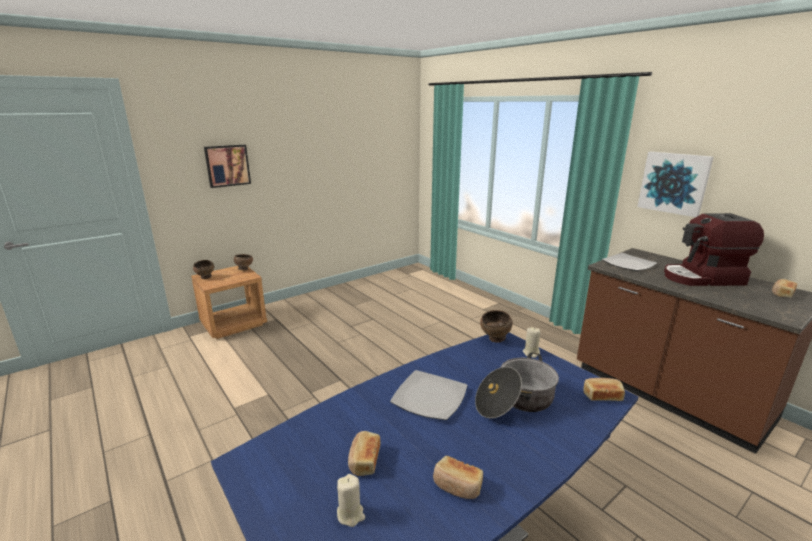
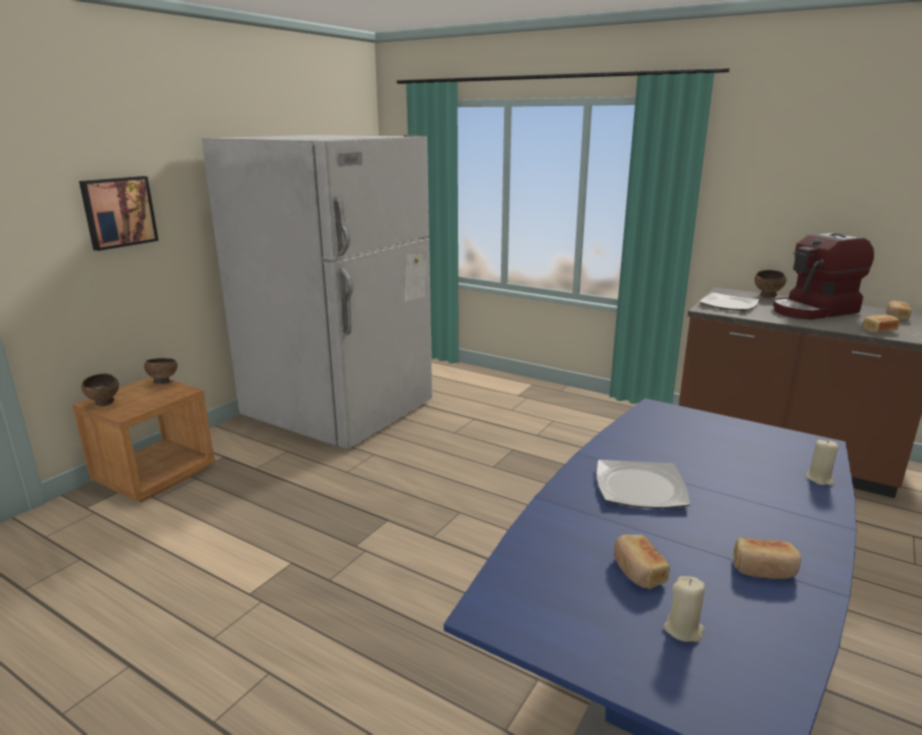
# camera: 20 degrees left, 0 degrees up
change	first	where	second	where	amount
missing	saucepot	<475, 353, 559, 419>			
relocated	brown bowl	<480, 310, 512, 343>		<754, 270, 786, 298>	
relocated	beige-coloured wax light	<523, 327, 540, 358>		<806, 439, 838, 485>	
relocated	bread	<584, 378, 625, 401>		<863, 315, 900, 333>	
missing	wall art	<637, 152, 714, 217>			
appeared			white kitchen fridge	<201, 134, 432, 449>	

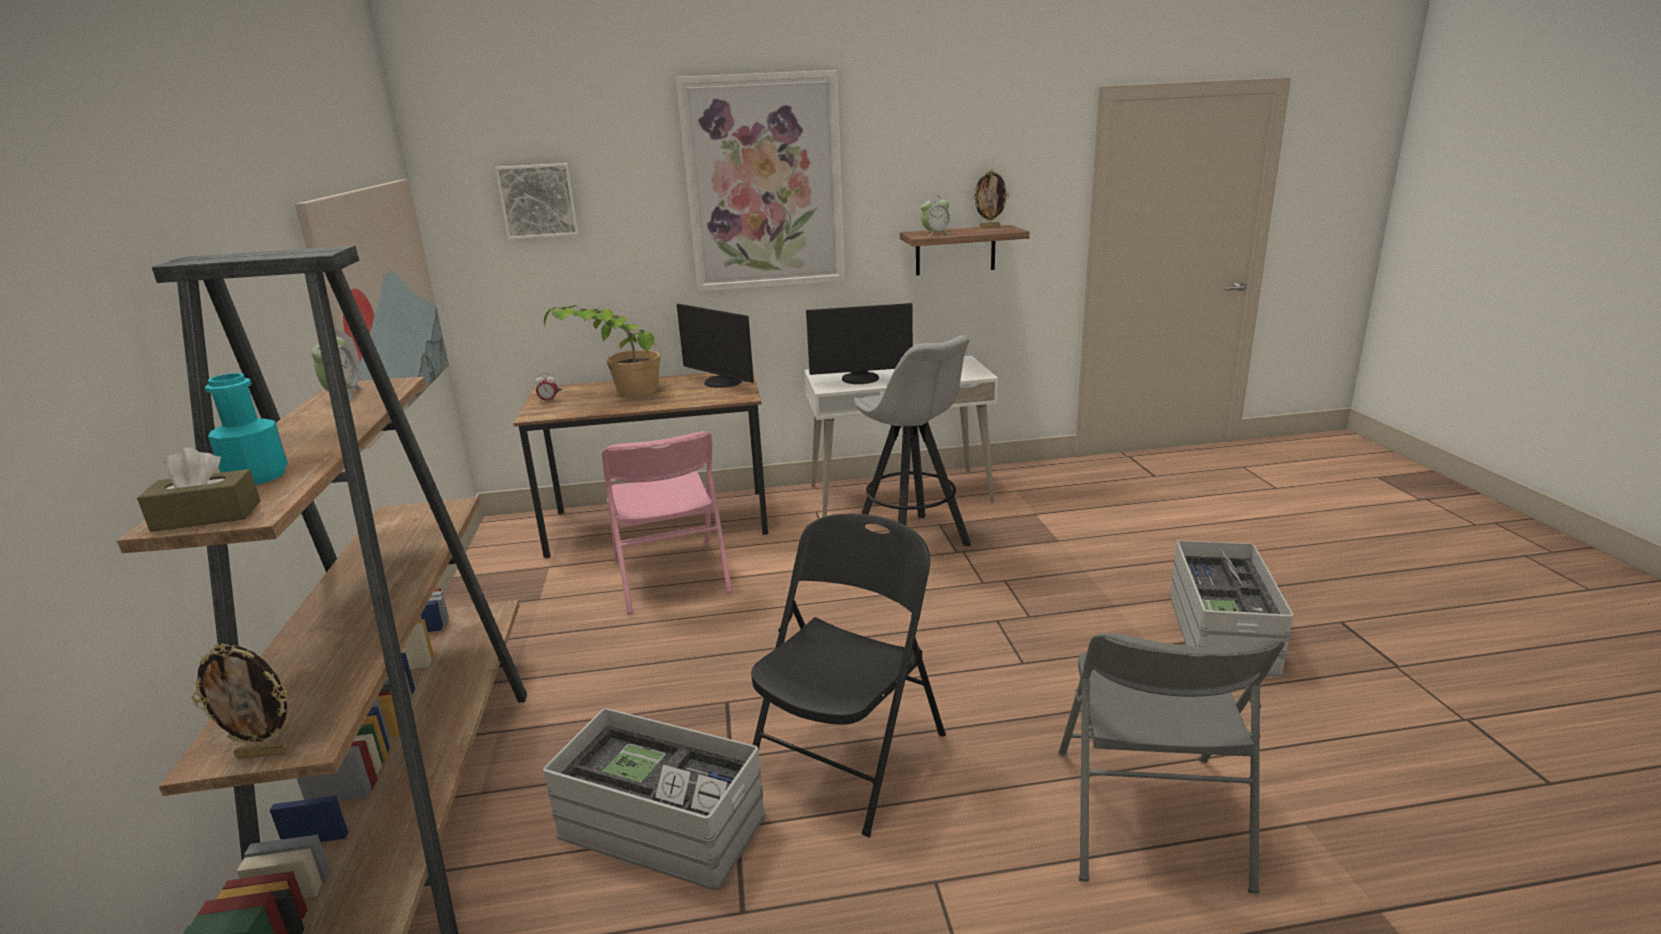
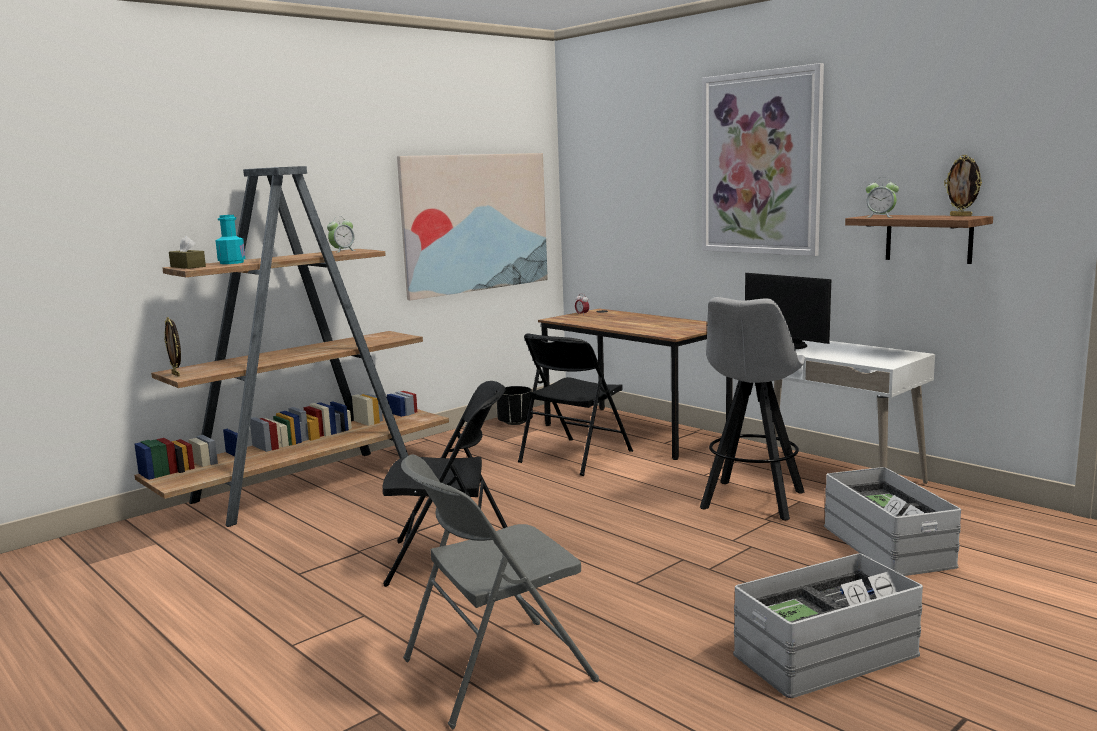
# camera: 55 degrees right, 10 degrees down
change	first	where	second	where	amount
missing	wall art	<495, 163, 579, 240>			
relocated	greyish storage box	<543, 708, 766, 890>		<824, 467, 961, 576>	
missing	plant in a pot	<544, 305, 660, 398>			
colour	pinkish chair	<602, 431, 733, 614>	black chair	<518, 334, 633, 476>	
missing	monitor	<677, 304, 754, 388>			
appeared			black plant pot	<496, 386, 533, 425>	

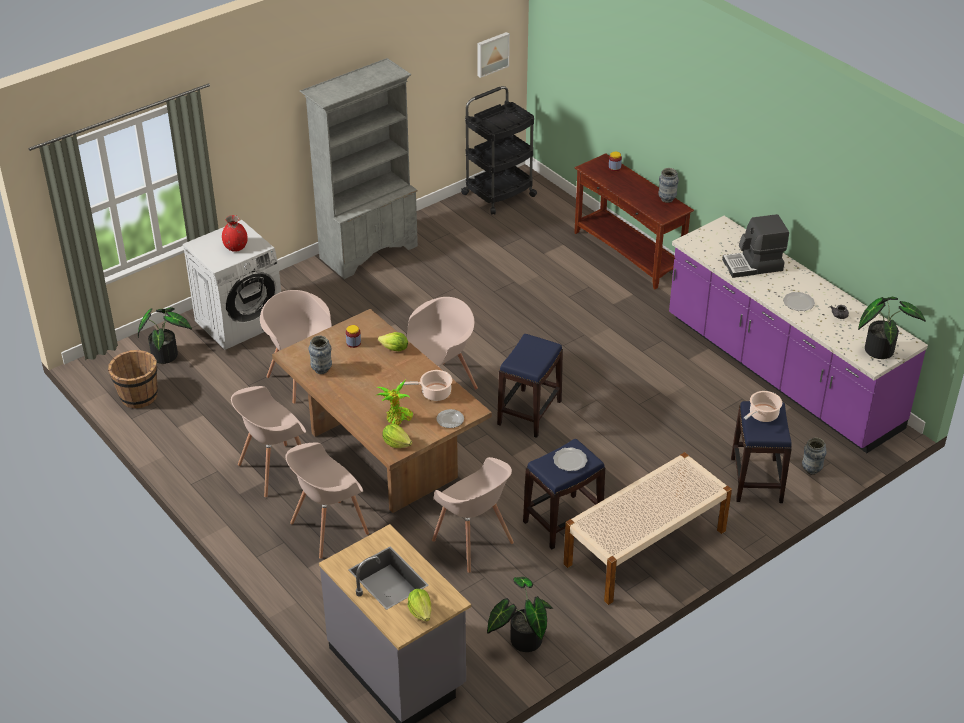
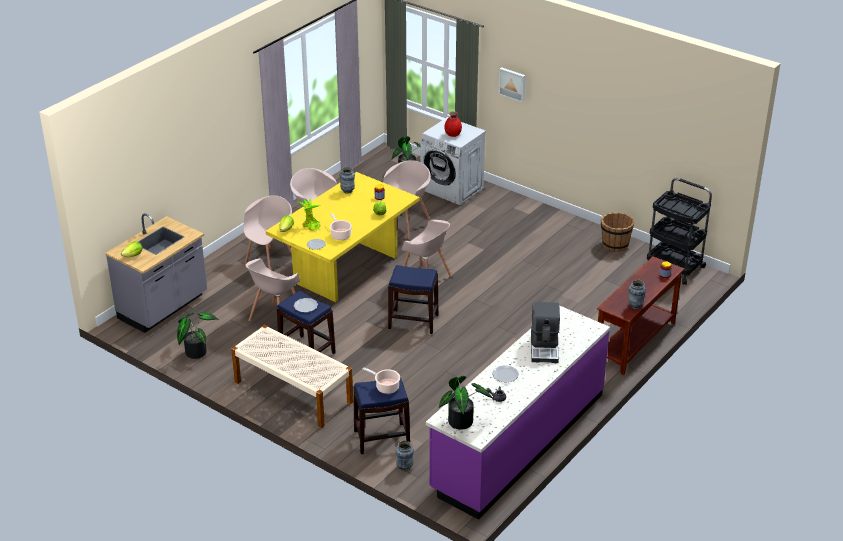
# camera: 75 degrees right, 5 degrees down
change	first	where	second	where	amount
relocated	brown pail	<108, 350, 158, 408>		<601, 212, 634, 252>	
colour	brown kitchen table	<272, 309, 492, 513>	yellow-coloured kitchen table	<266, 172, 419, 302>	
spun	beige-coloured chair	<285, 442, 369, 559>		<244, 196, 292, 270>	90 degrees clockwise
missing	greyish bookshelf	<300, 58, 418, 279>			
relocated	wall art	<478, 32, 510, 78>		<499, 67, 526, 102>	
spun	coffee machine	<722, 214, 789, 278>		<531, 302, 560, 363>	150 degrees counterclockwise

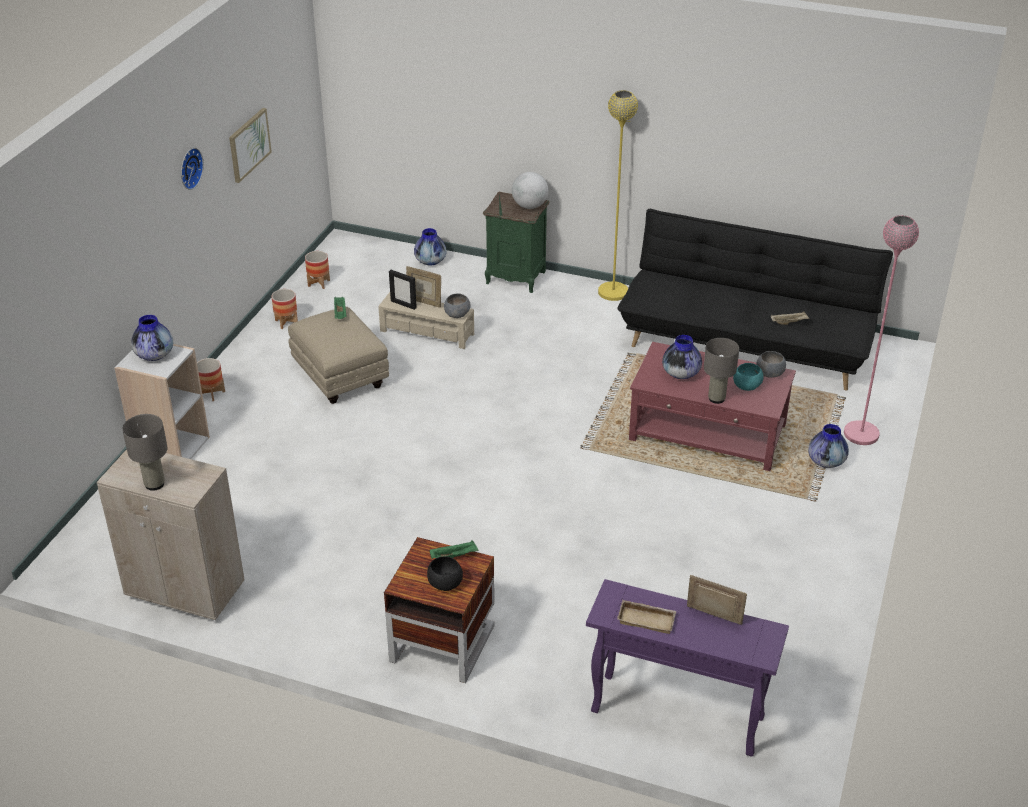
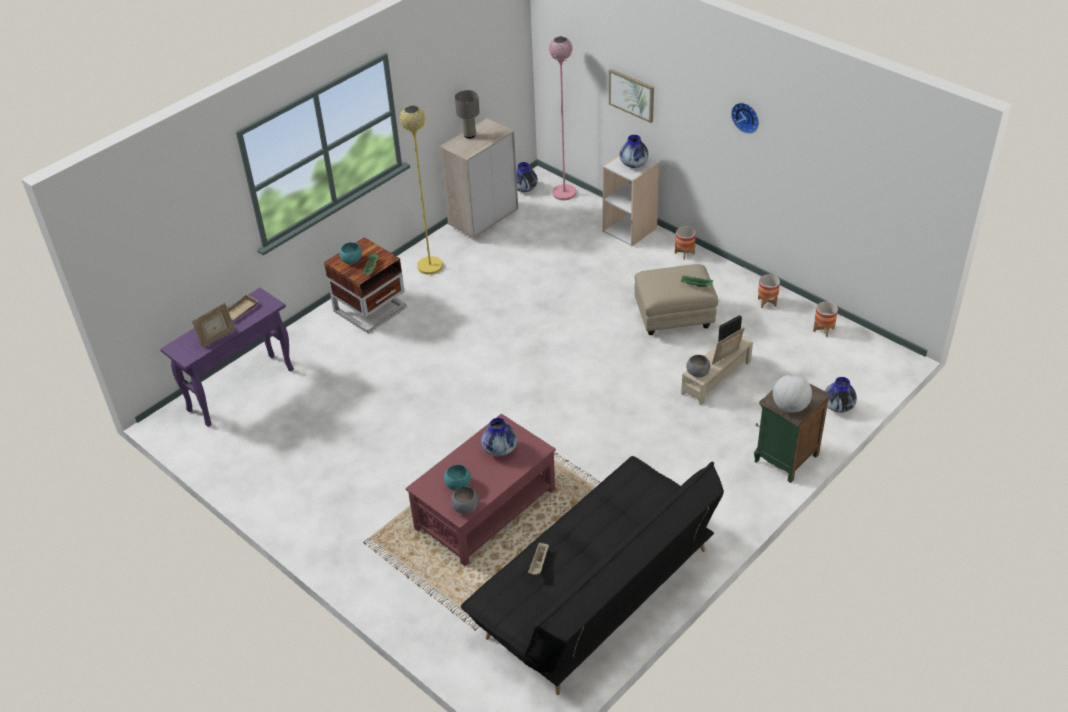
# camera: 115 degrees right, 5 degrees up
change	first	where	second	where	amount
relocated	wall art	<229, 108, 272, 183>		<609, 69, 654, 123>	
colour	black bowl	<427, 556, 463, 591>	turquoise bowl	<340, 242, 362, 264>	
relocated	yellow-coloured floor lamp	<598, 90, 638, 301>		<400, 105, 443, 275>	
missing	greyish tabletop lamp	<704, 338, 739, 404>			
relocated	flower vase	<808, 424, 849, 468>		<516, 162, 538, 192>	
relocated	pinkish floor lamp	<844, 215, 919, 445>		<549, 36, 576, 200>	

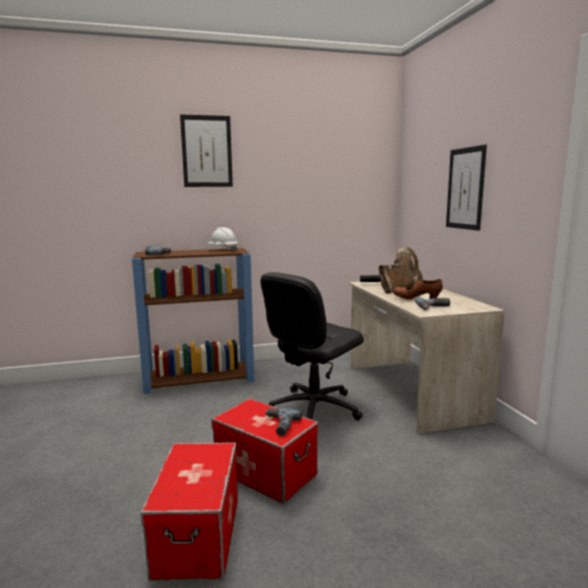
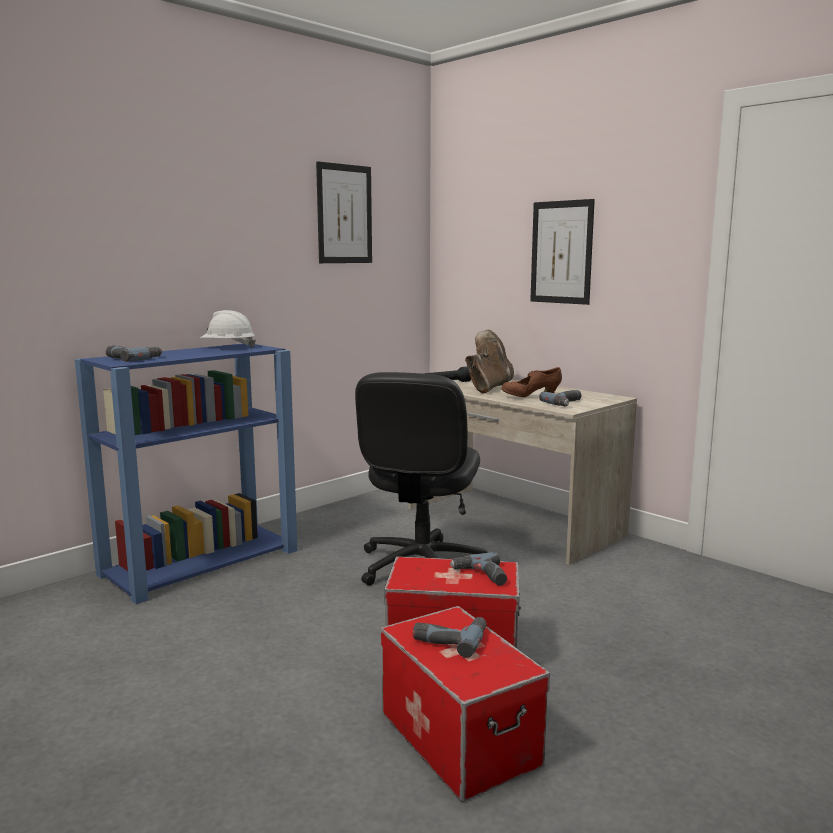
# camera: 30 degrees left, 0 degrees up
change	first	where	second	where	amount
colour	brown bookshelf	<132, 248, 254, 394>	bluish bookshelf	<75, 343, 298, 605>	
relocated	wall art	<180, 114, 233, 187>		<316, 161, 372, 263>	
appeared			electric drill	<413, 617, 487, 658>	

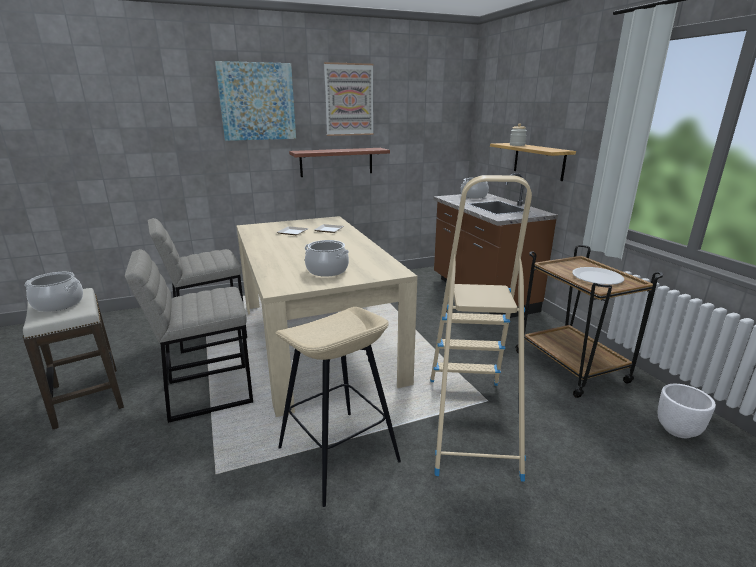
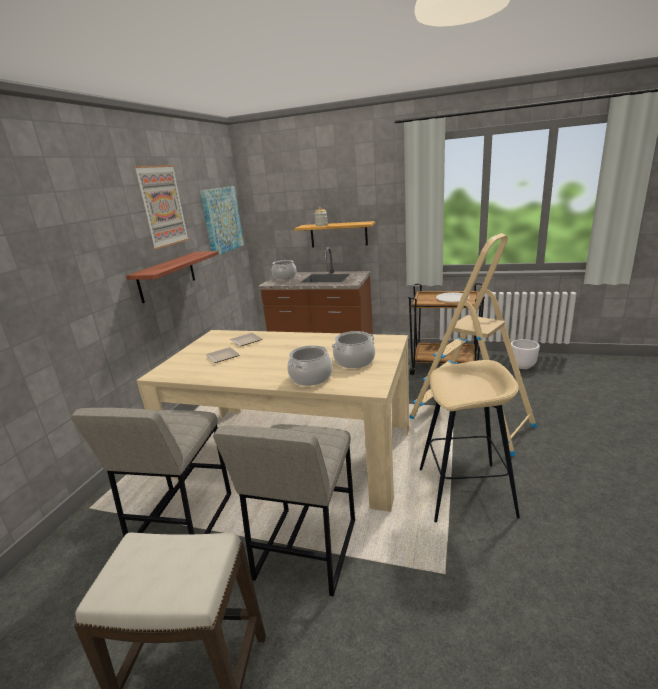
# camera: 50 degrees left, 0 degrees up
change	first	where	second	where	amount
relocated	saucepot	<25, 272, 83, 312>		<287, 345, 333, 386>	
relocated	wall art	<215, 61, 296, 141>		<200, 186, 244, 256>	

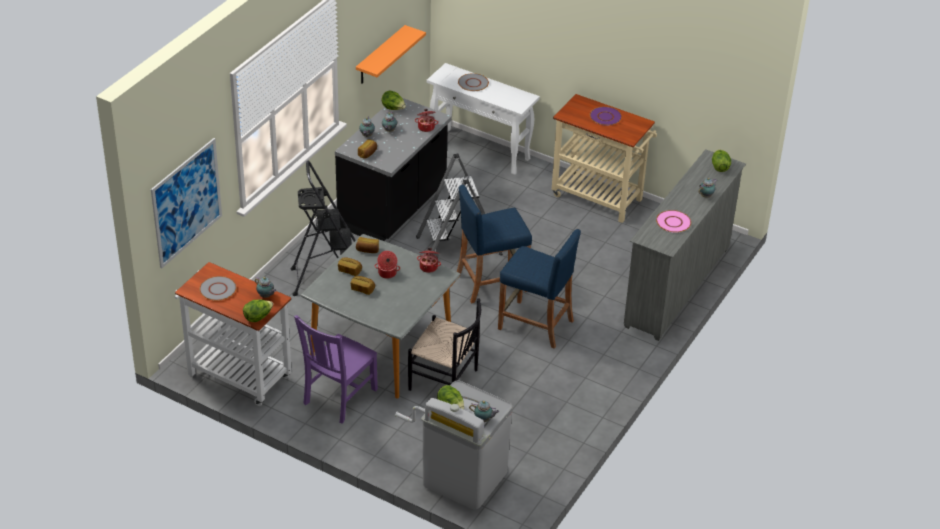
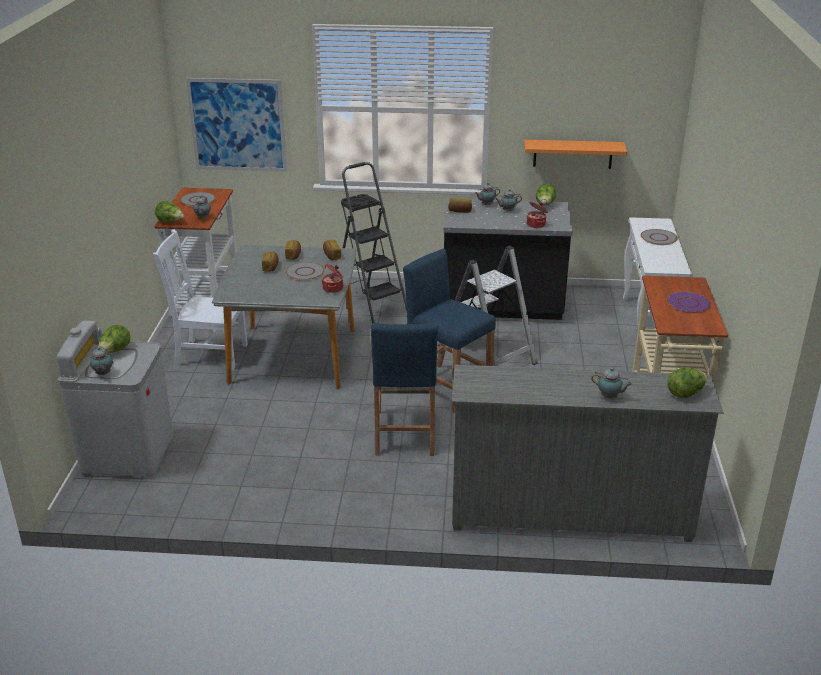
# camera: 65 degrees right, 10 degrees down
change	first	where	second	where	amount
colour	purple-coloured chair	<294, 315, 378, 424>	white chair	<153, 229, 248, 370>	
exchanged	saucepot	<375, 251, 400, 279>	greyish dinner plate	<286, 262, 324, 280>	
missing	black chair	<408, 298, 481, 391>			
missing	pinkish dinner plate	<656, 210, 691, 233>			

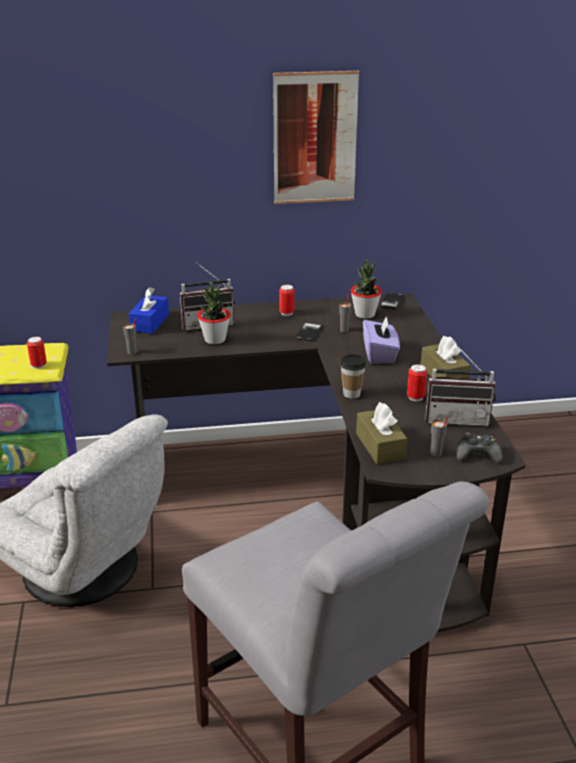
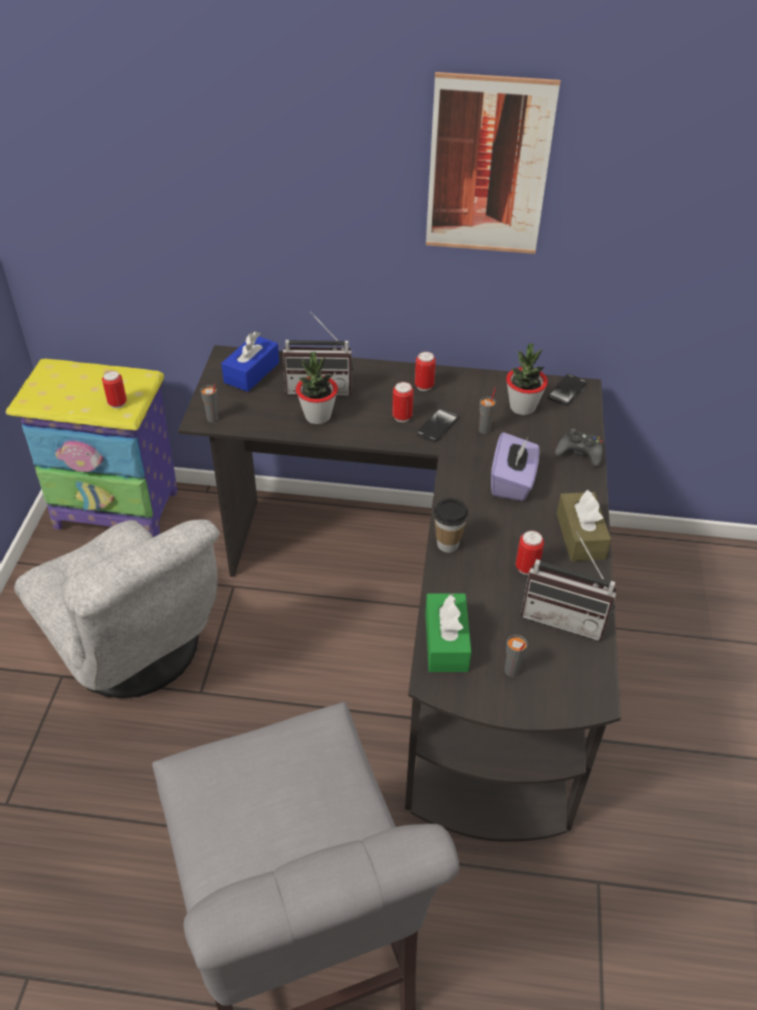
# camera: 15 degrees right, 15 degrees up
change	first	where	second	where	amount
colour	brown tissue box	<356, 402, 407, 464>	green tissue box	<425, 593, 472, 672>	
relocated	black joypad	<457, 432, 503, 463>		<555, 428, 603, 467>	
appeared			metal can	<392, 382, 414, 422>	

